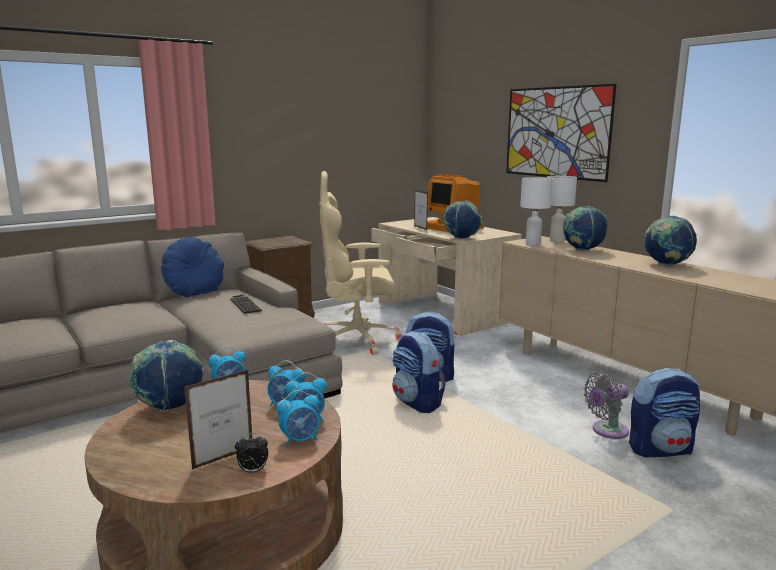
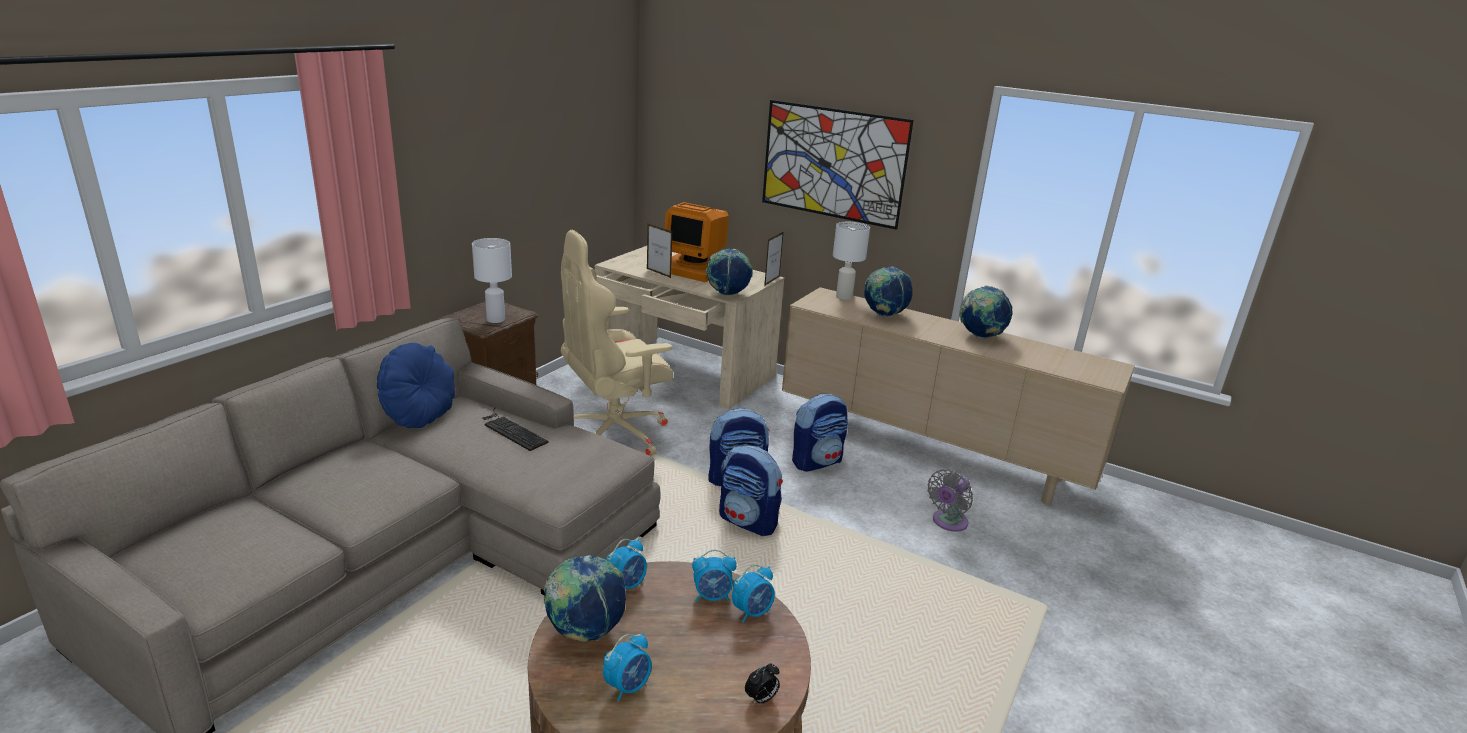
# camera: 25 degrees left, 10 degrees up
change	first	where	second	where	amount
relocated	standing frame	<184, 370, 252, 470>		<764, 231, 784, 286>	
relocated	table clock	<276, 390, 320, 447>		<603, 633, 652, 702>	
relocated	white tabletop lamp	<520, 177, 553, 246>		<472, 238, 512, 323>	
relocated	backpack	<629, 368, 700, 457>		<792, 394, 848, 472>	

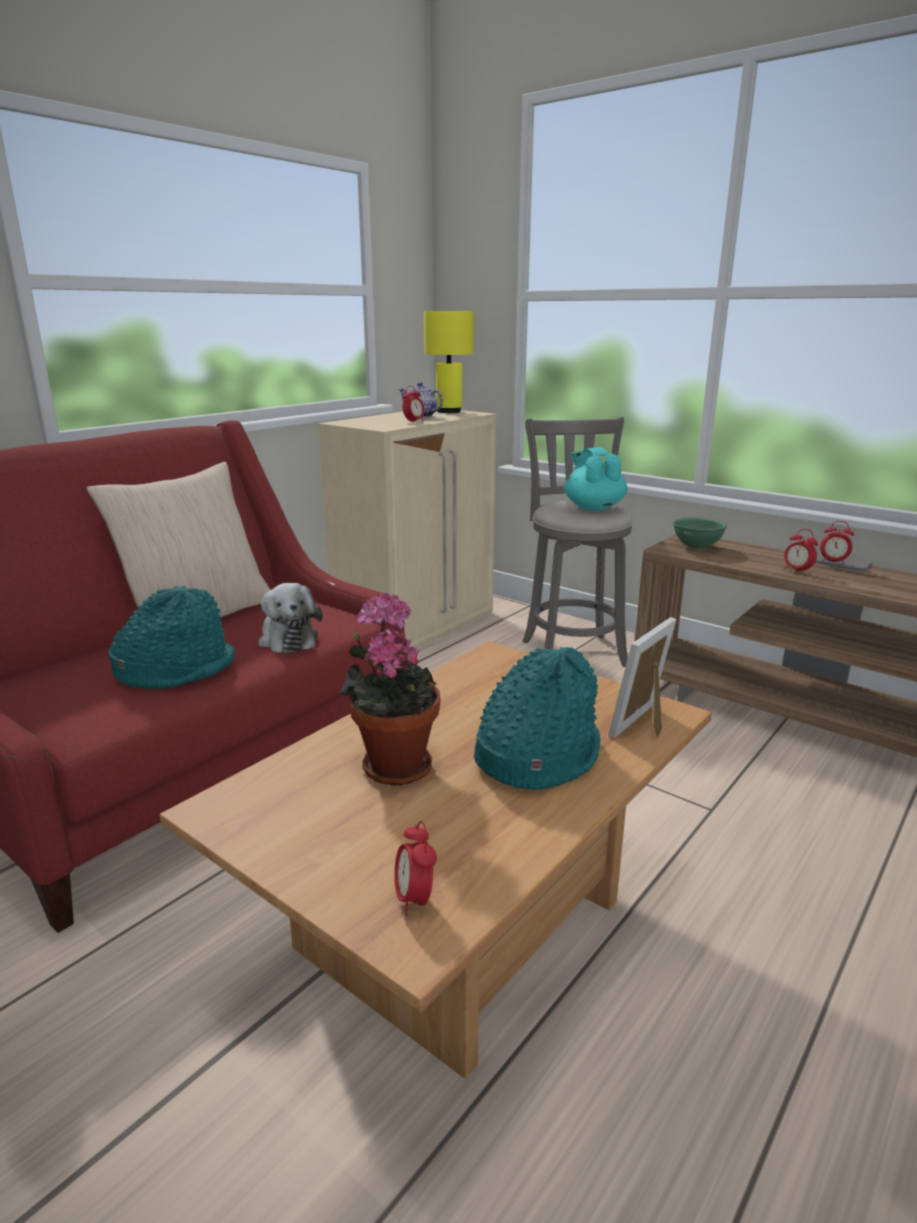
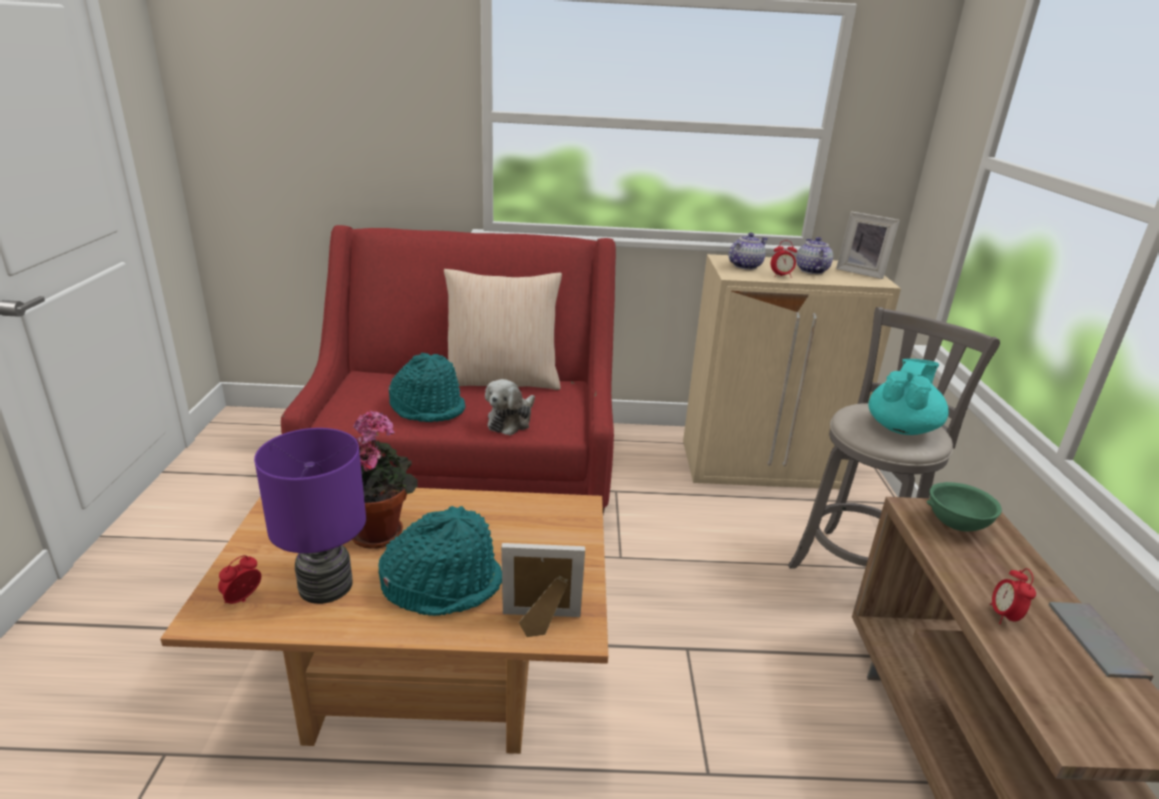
# camera: 50 degrees right, 5 degrees up
change	first	where	second	where	amount
exchanged	yellow-coloured tabletop lamp	<424, 311, 474, 413>	standing frame	<836, 211, 900, 279>	
missing	table clock	<820, 521, 854, 565>			
appeared			purple-coloured tabletop lamp	<254, 428, 366, 604>	
appeared			teapot	<729, 233, 768, 270>	

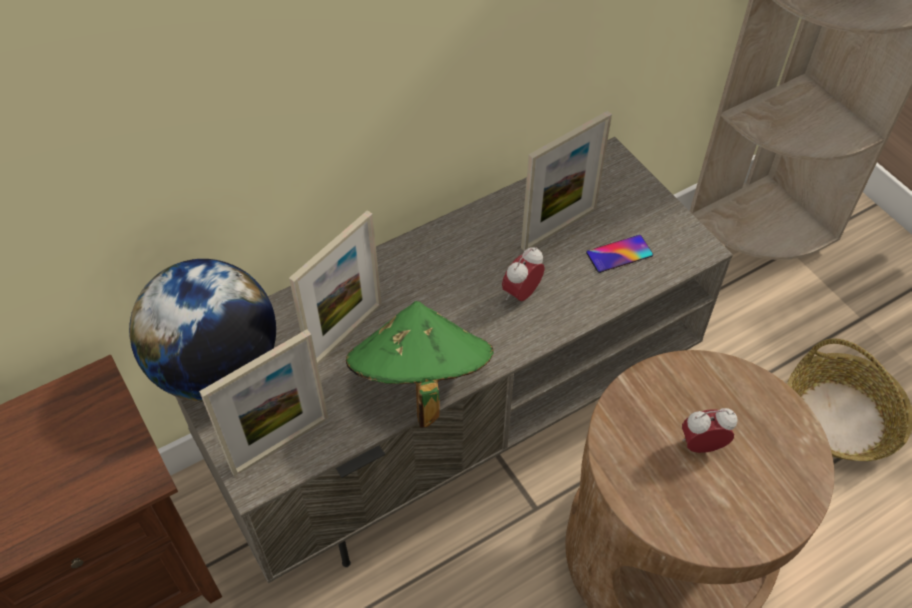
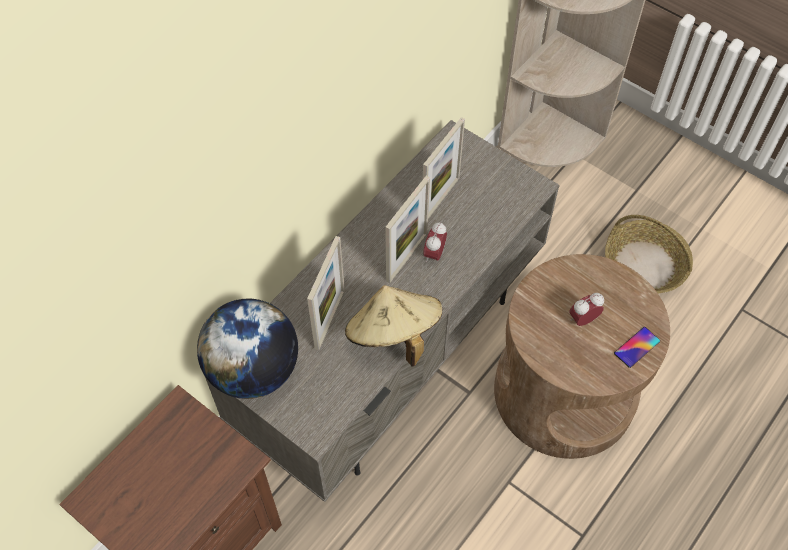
# camera: 20 degrees left, 5 degrees up
change	first	where	second	where	amount
relocated	standing frame	<199, 329, 329, 477>		<385, 176, 430, 283>	
colour	green wearable hat	<346, 301, 494, 427>	beige-coloured wearable hat	<345, 285, 442, 366>	
relocated	phone	<586, 235, 653, 273>		<614, 327, 660, 368>	

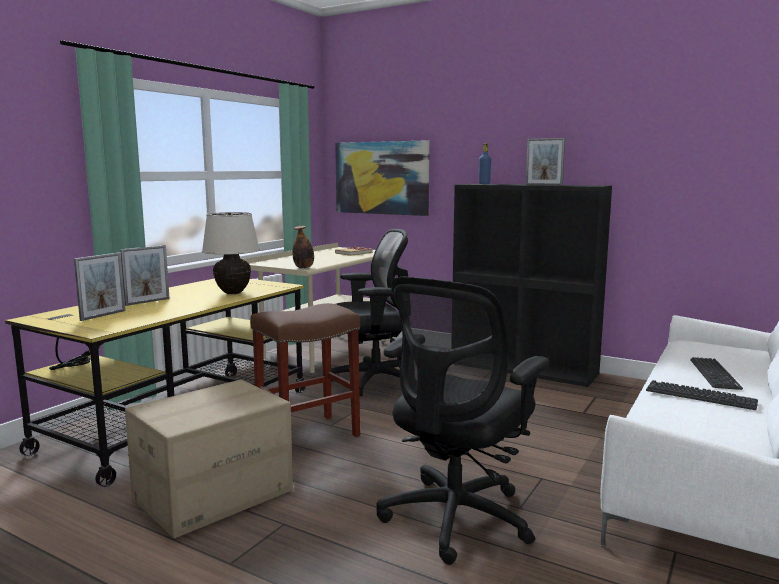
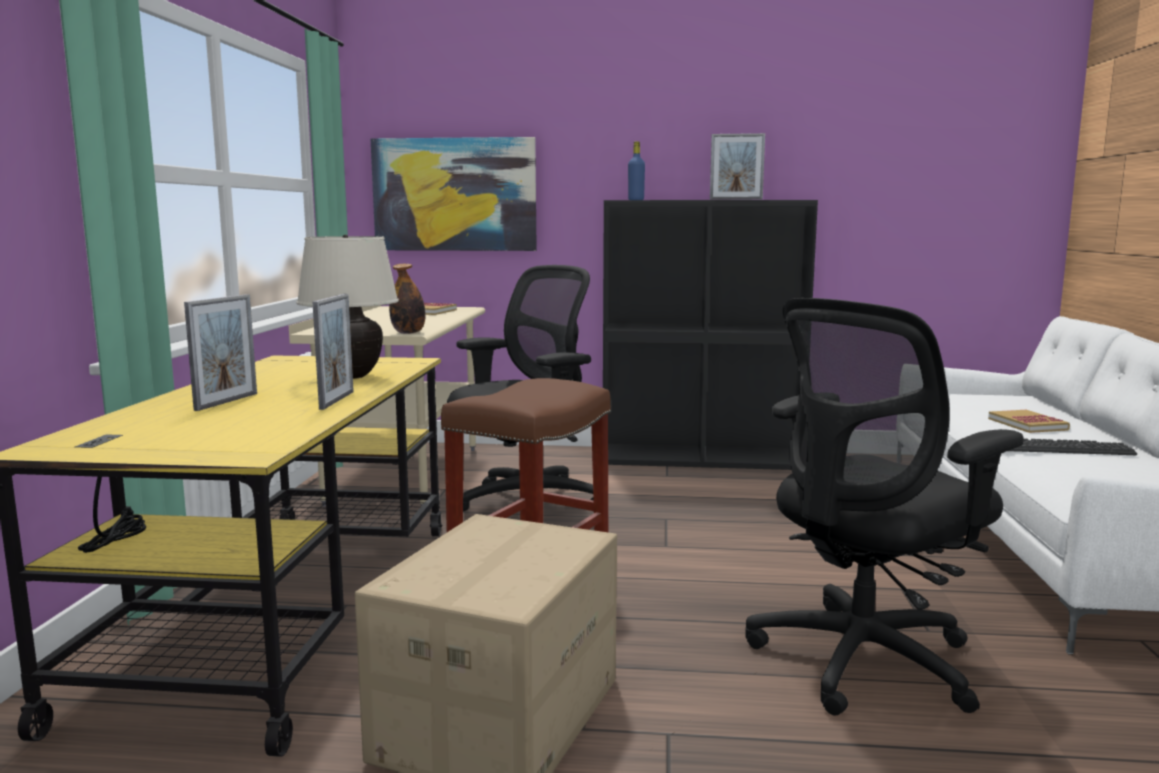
# camera: 25 degrees left, 0 degrees up
change	first	where	second	where	amount
relocated	standing frame	<74, 253, 126, 321>		<313, 294, 354, 410>	
spun	black desk chair	<377, 277, 549, 565>		<745, 298, 1024, 716>	45 degrees clockwise
exchanged	computer keyboard	<690, 357, 743, 390>	volume	<988, 410, 1070, 433>	

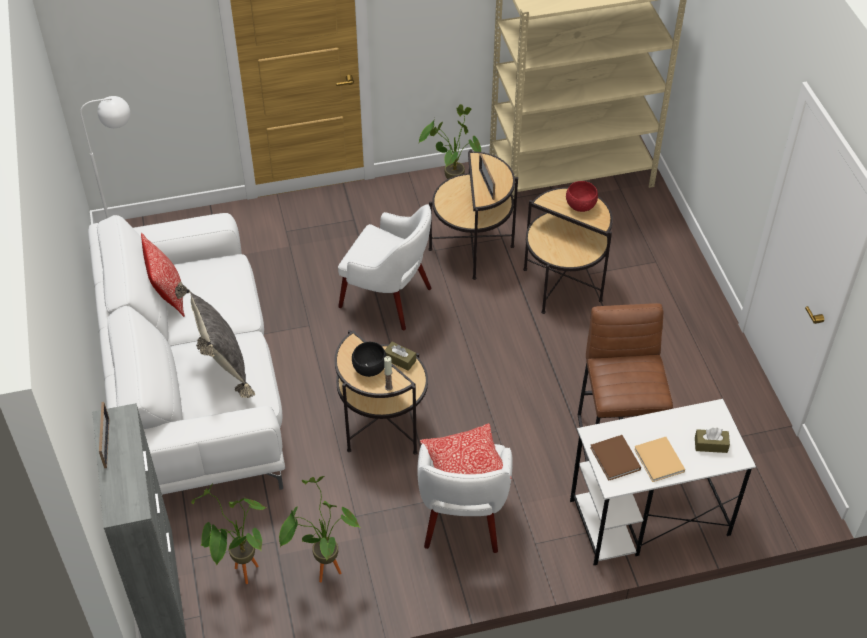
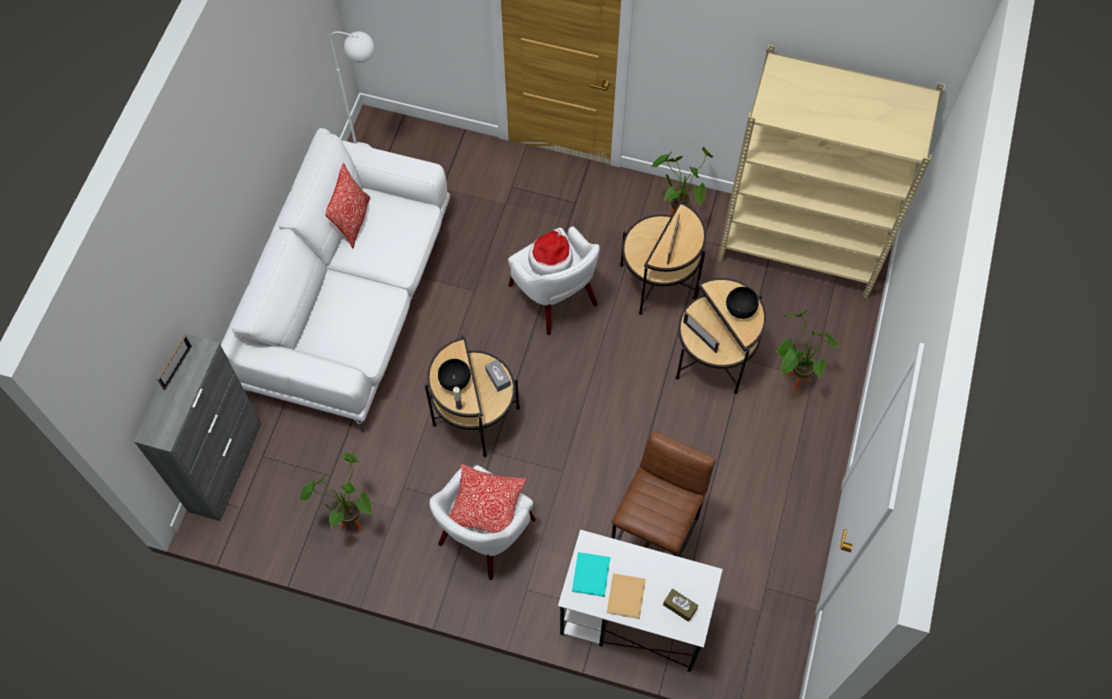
# camera: 30 degrees right, 15 degrees up
change	first	where	second	where	amount
missing	throw pillow	<175, 282, 255, 398>			
relocated	plant in a pot	<191, 483, 266, 584>		<776, 310, 838, 392>	
colour	brown tissue box	<385, 342, 416, 371>	greyish tissue box	<485, 359, 511, 392>	
colour	red bowl	<566, 181, 598, 212>	black bowl	<726, 287, 759, 319>	
colour	brown volume	<590, 435, 641, 481>	turquoise volume	<572, 552, 610, 597>	
appeared			wearable hat	<528, 229, 573, 276>	
appeared			standing frame	<683, 311, 720, 353>	

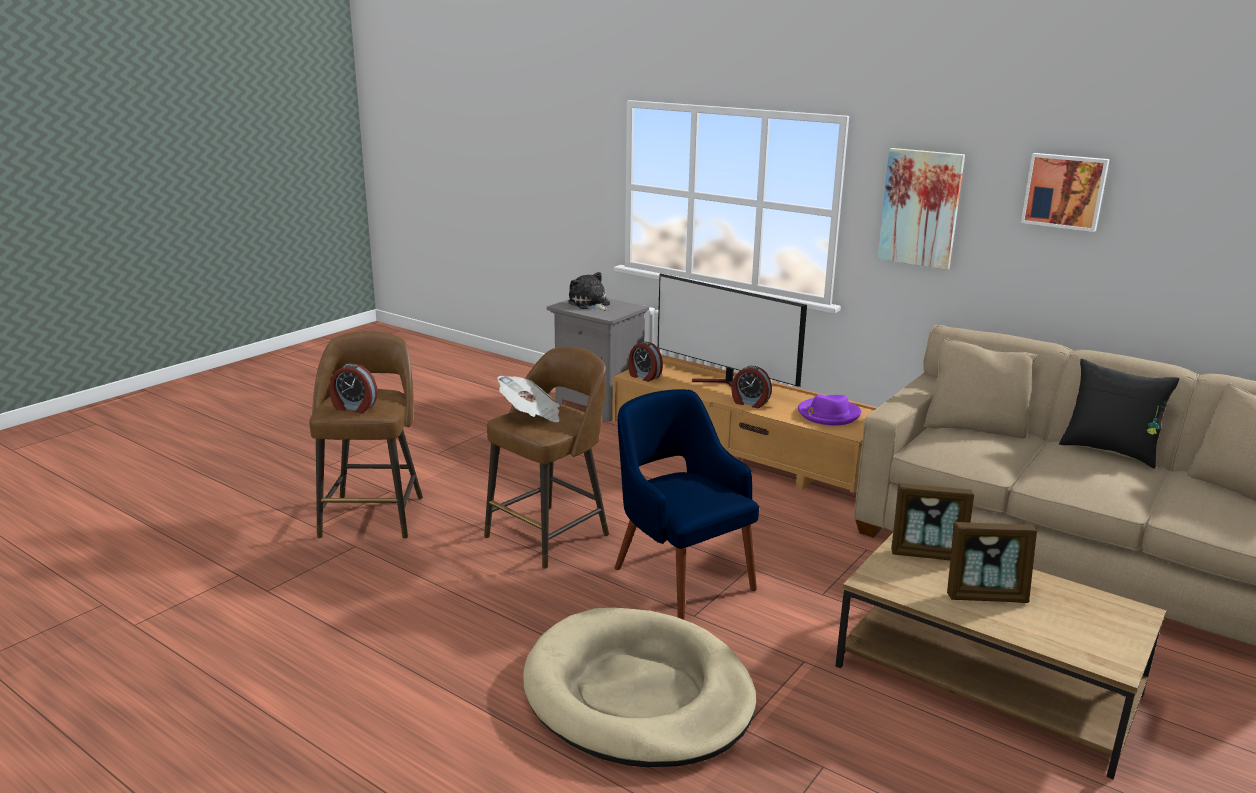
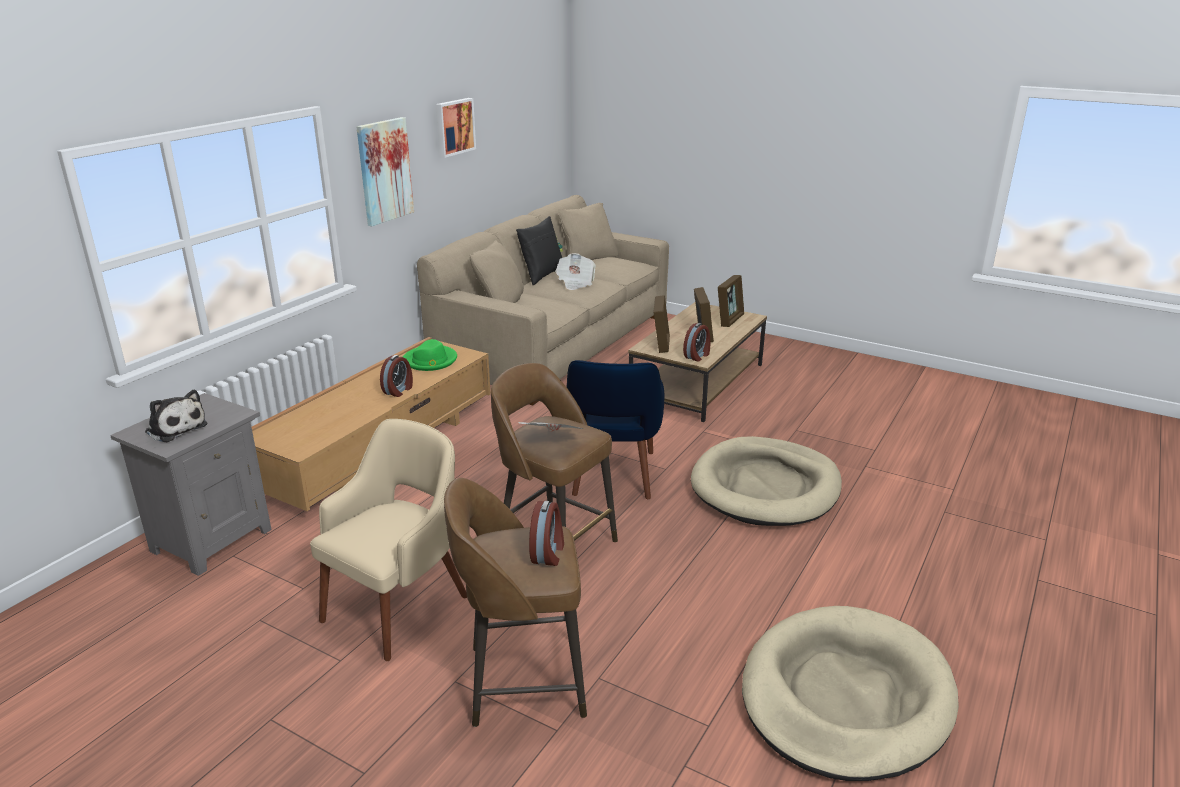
# camera: 95 degrees left, 5 degrees up
change	first	where	second	where	amount
spun	plush toy	<568, 272, 610, 311>		<145, 390, 207, 442>	105 degrees counterclockwise
spun	bluish lounge chair	<615, 389, 759, 620>		<566, 360, 664, 499>	45 degrees counterclockwise
relocated	table clock	<628, 341, 663, 382>		<683, 323, 710, 362>	
missing	TV	<658, 273, 807, 387>			
colour	purple-coloured wearable hat	<798, 394, 861, 425>	green wearable hat	<402, 339, 457, 371>	
appeared			beige-coloured lounge chair	<310, 419, 467, 661>	
appeared			printed paper	<555, 253, 596, 290>	
appeared			standing frame	<718, 275, 744, 327>	
appeared			beige-coloured dog cushion	<742, 606, 959, 781>	

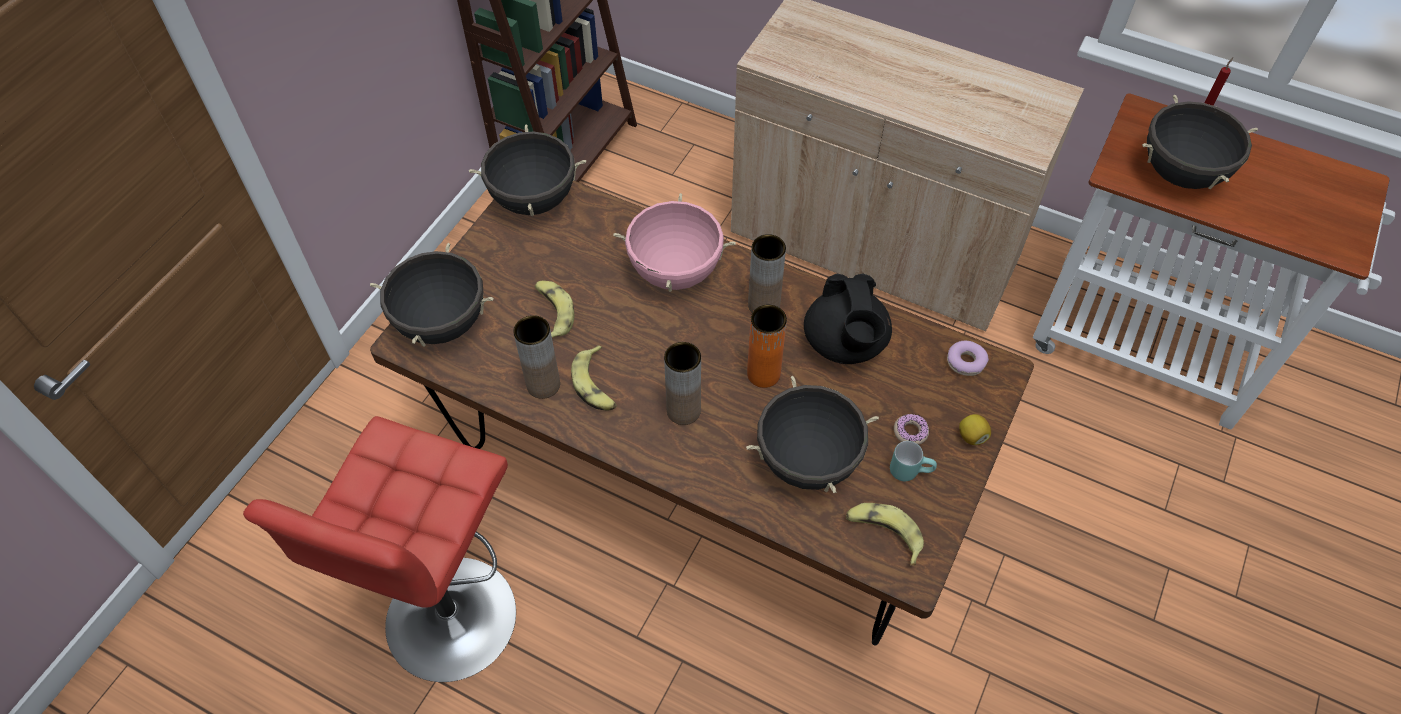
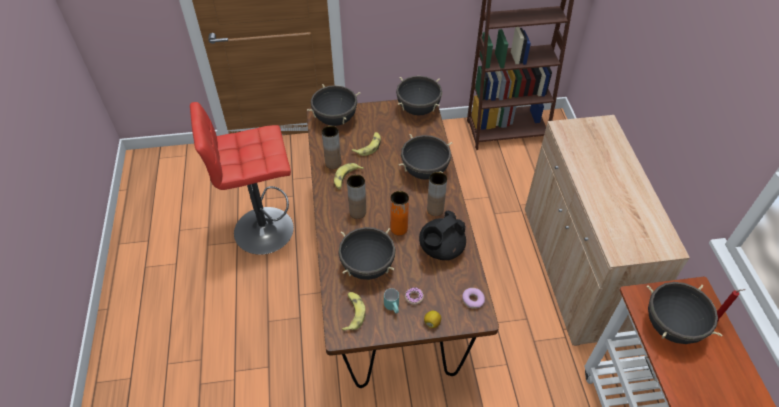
# camera: 55 degrees right, 5 degrees down
change	first	where	second	where	amount
colour	pinkish saucepot	<614, 193, 736, 292>	black saucepot	<399, 134, 452, 180>	

